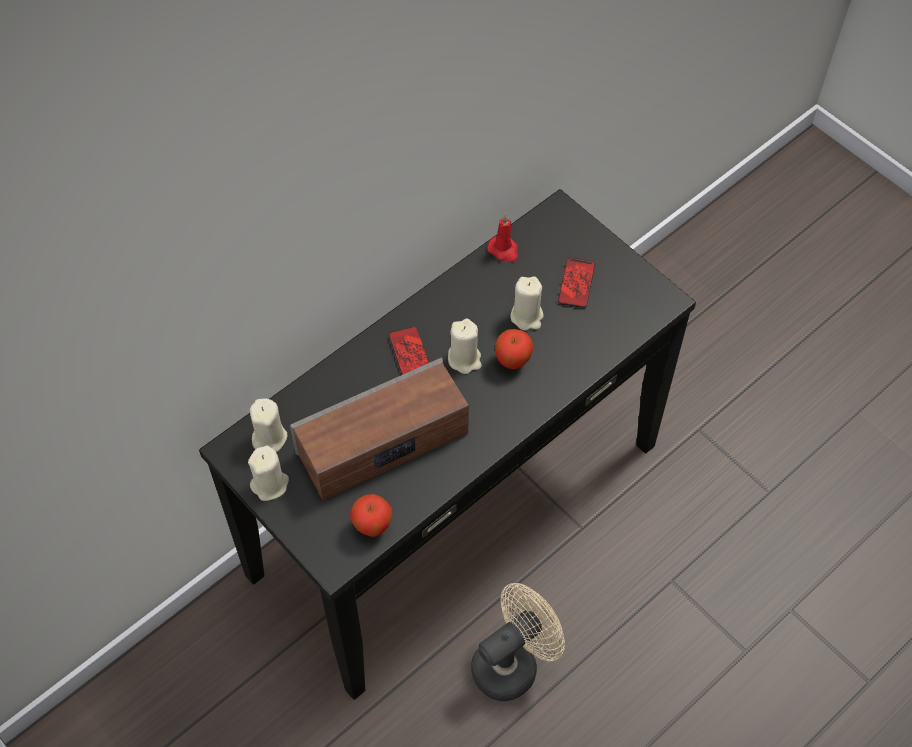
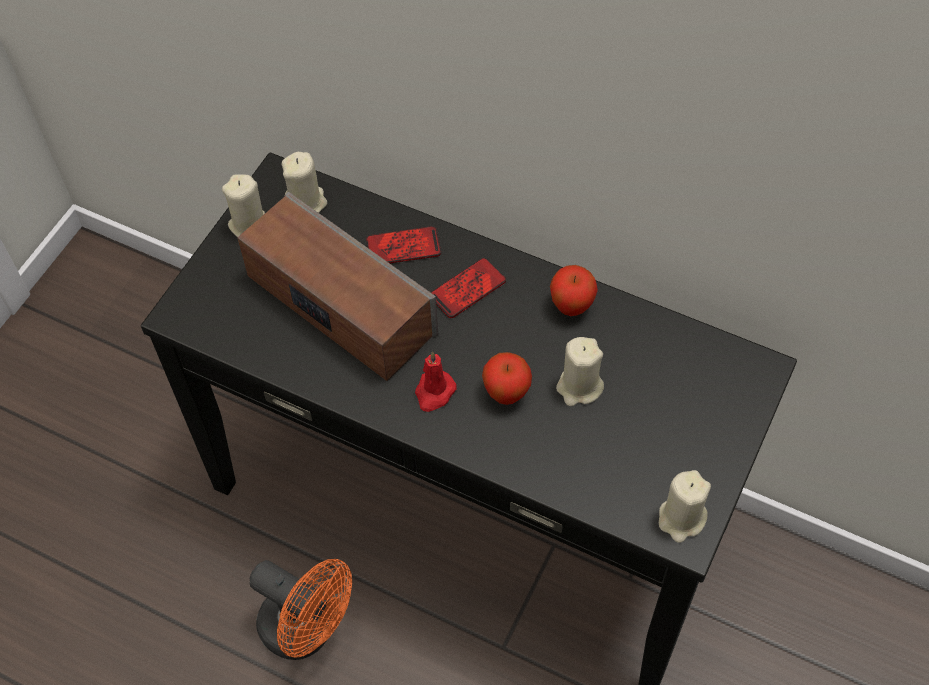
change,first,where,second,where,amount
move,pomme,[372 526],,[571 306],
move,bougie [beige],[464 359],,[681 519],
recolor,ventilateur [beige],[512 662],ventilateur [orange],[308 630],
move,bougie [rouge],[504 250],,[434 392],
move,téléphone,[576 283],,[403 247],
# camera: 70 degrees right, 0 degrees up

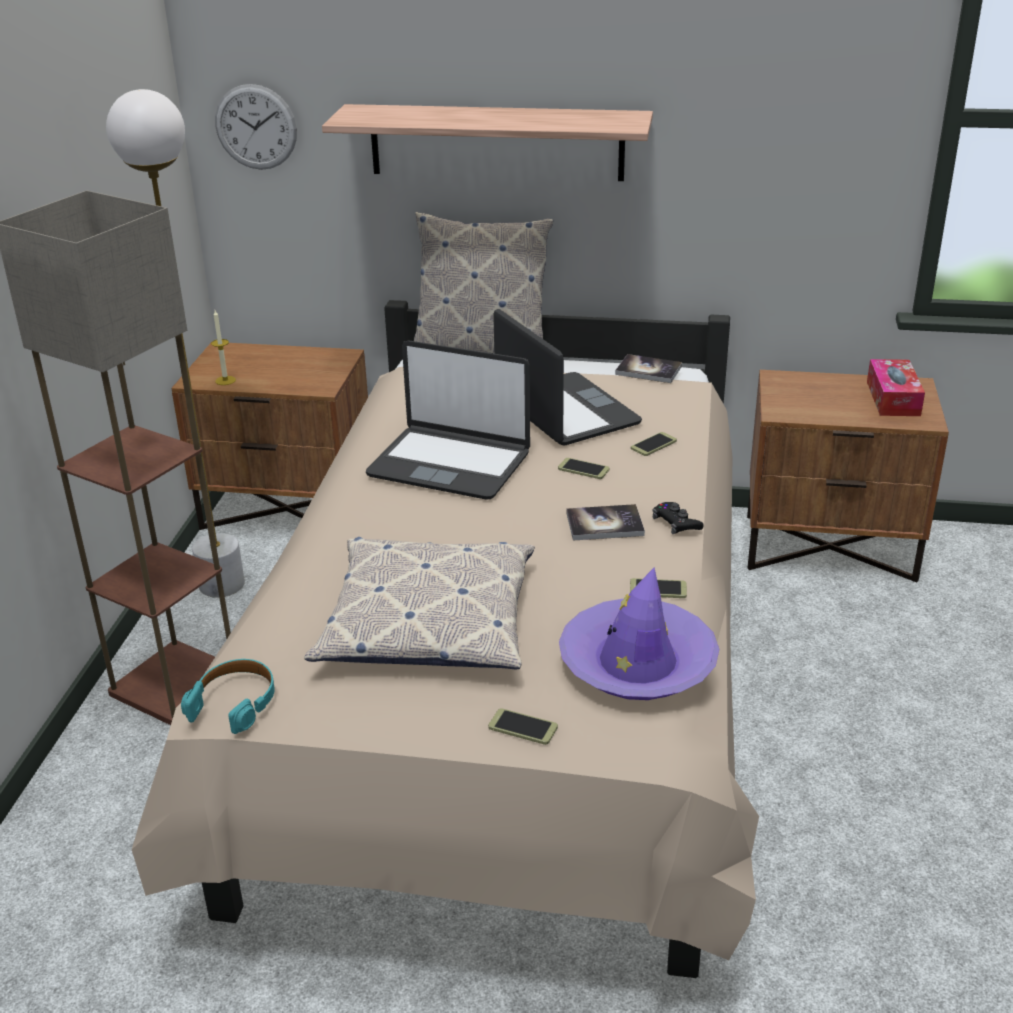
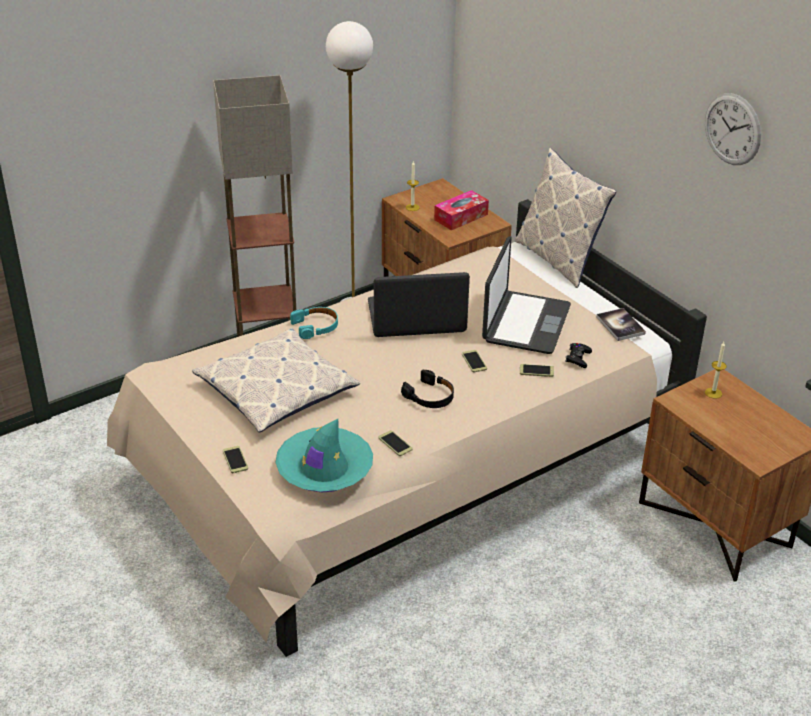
change,first,where,second,where,amount
move,casque audio [turquoise],[234 702],,[316 327],
move,horloge murale,[256 127],,[732 129],
delete,étagère,[496 142],,,
rotate,ordinateur portable,[450 464],,[416 318],105 degrees clockwise
recolor,chapeau [violet],[637 663],chapeau [turquoise],[324 468],
replace,livre,[604 524],casque audio [noir],[430 396],
move,manette [noir],[676 523],,[578 358],
move,boîte à mouchoirs,[893 398],,[461 217],
insert,,,bougie,[713 393],
# camera: 45 degrees right, 5 degrees up

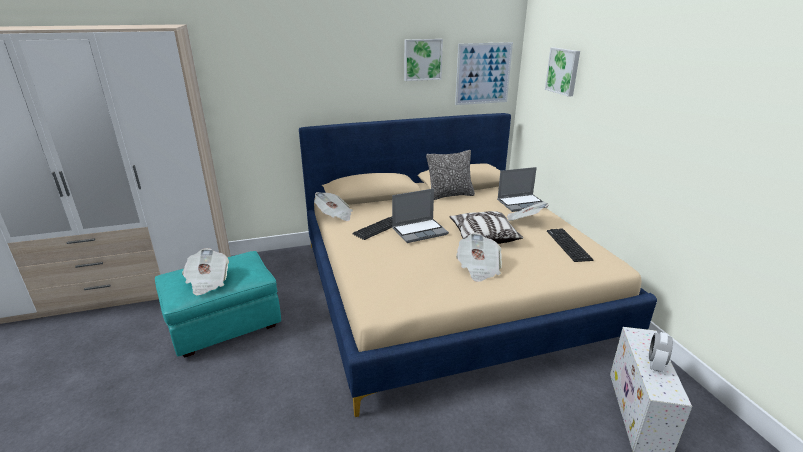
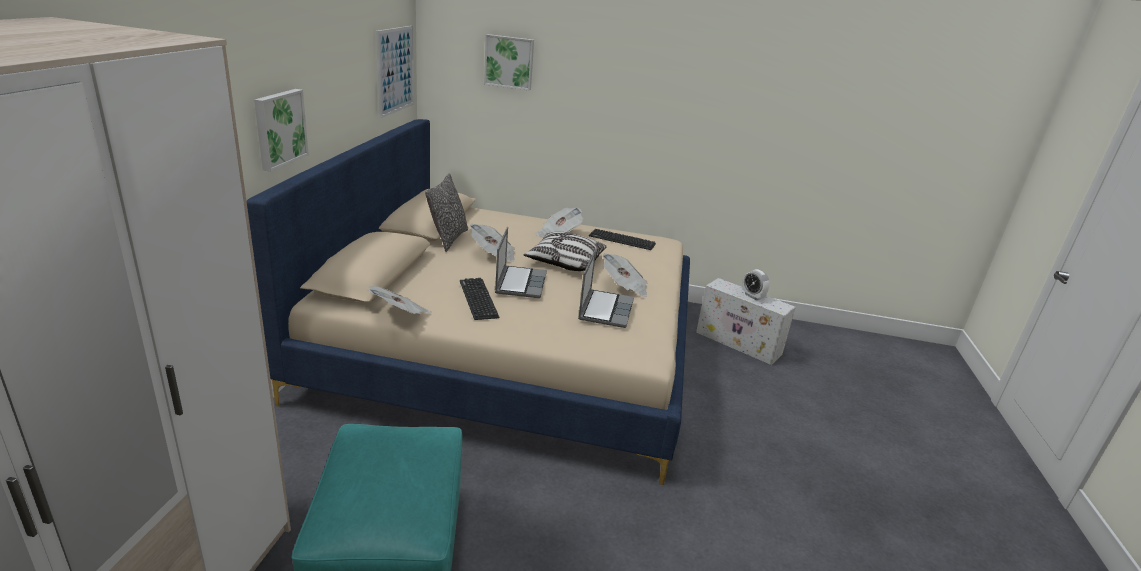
change,first,where,second,where,amount
move,journal,[207 282],,[493 254],
move,tableau,[422 59],,[279 128],
move,ordinateur portable,[522 203],,[605 309],
# camera: 65 degrees left, 0 degrees up

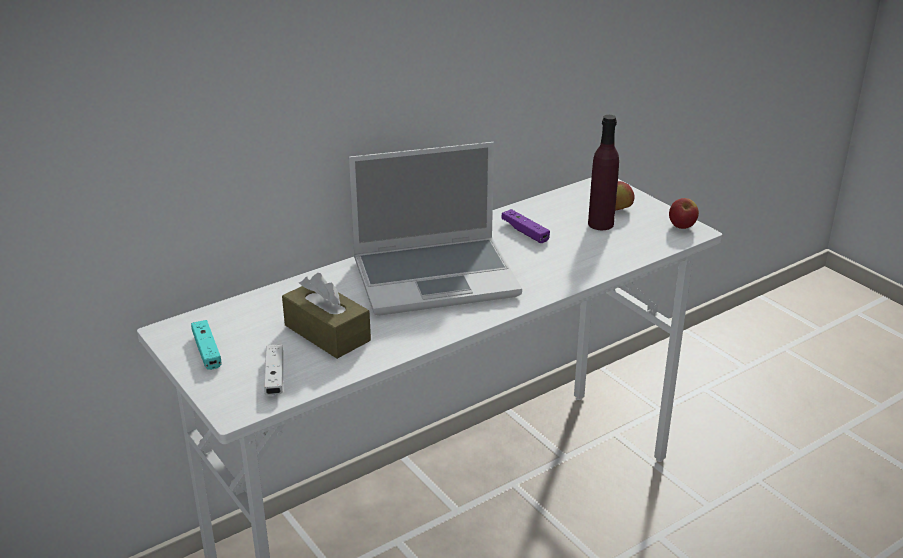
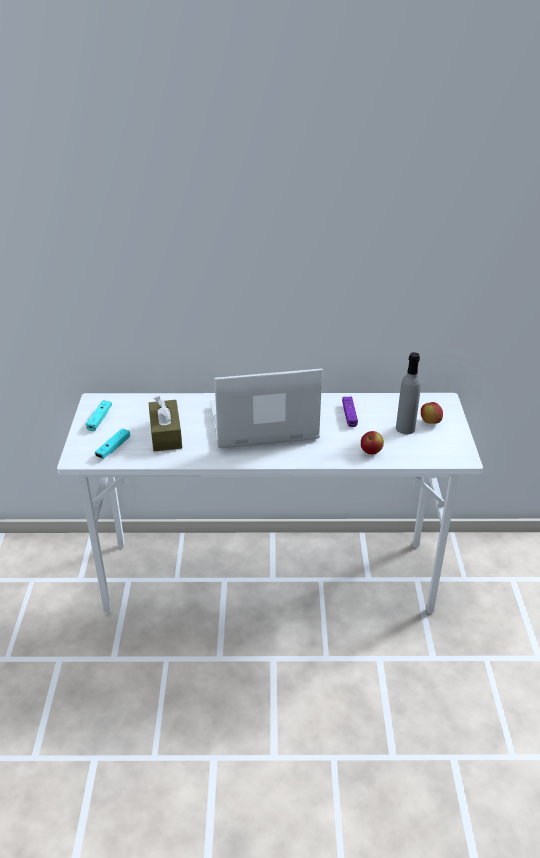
change,first,where,second,where,amount
recolor,manette [blanc],[274 377],manette [turquoise],[113 448],
rotate,ordinateur portable,[437 277],,[262 424],150 degrees clockwise
recolor,bouteille [violet],[600 224],bouteille [gris],[405 428],
move,pomme,[682 227],,[371 452],
# camera: 35 degrees right, 5 degrees up

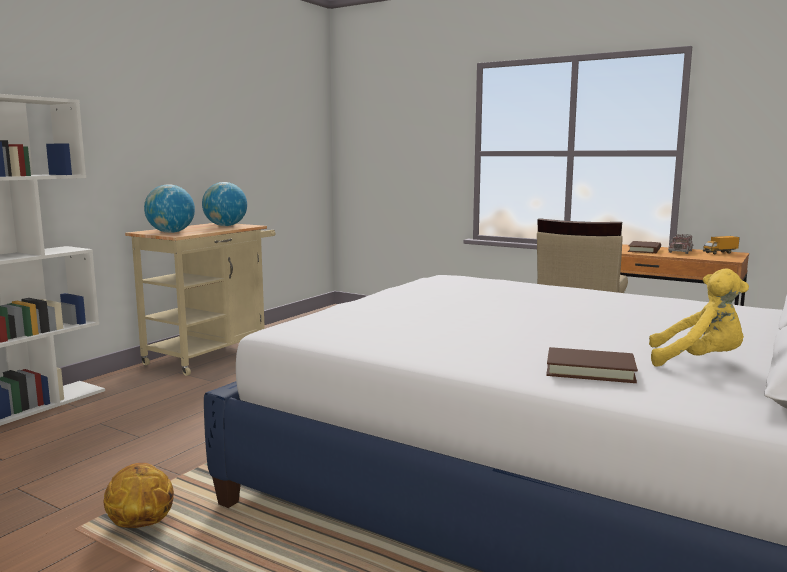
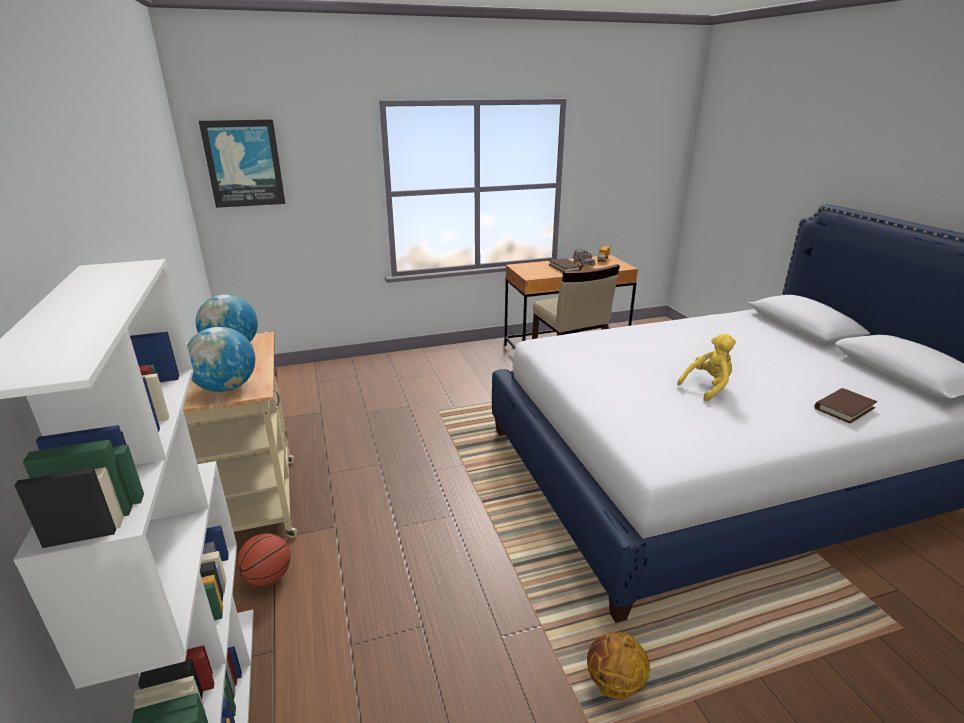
change,first,where,second,where,amount
move,peluche [jaune],[698 361],,[707 387],
insert,,,tableau,[244 163],
insert,,,ballon de basket,[268 577],
# camera: 50 degrees left, 15 degrees up

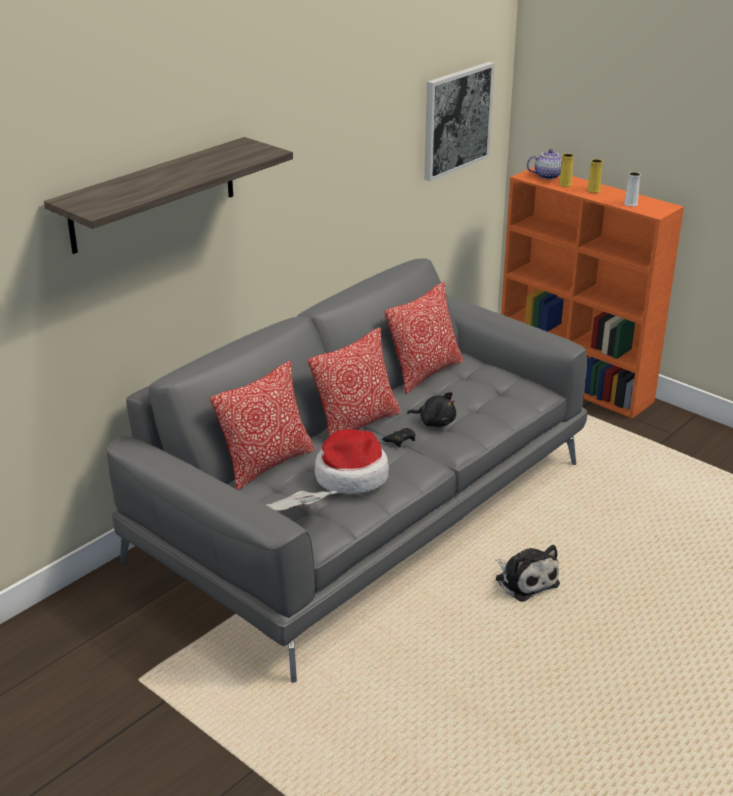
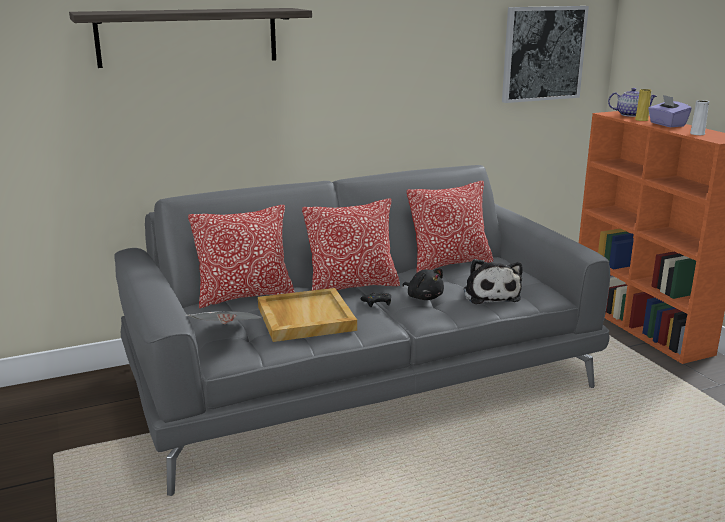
change,first,where,second,where,amount
replace,chapeau,[351 476],plateau [beige],[305 318],
move,peluche,[525 580],,[490 294],
replace,vase [jaune],[593 190],boîte à mouchoirs [violet],[666 124],
# camera: 25 degrees right, 10 degrees down

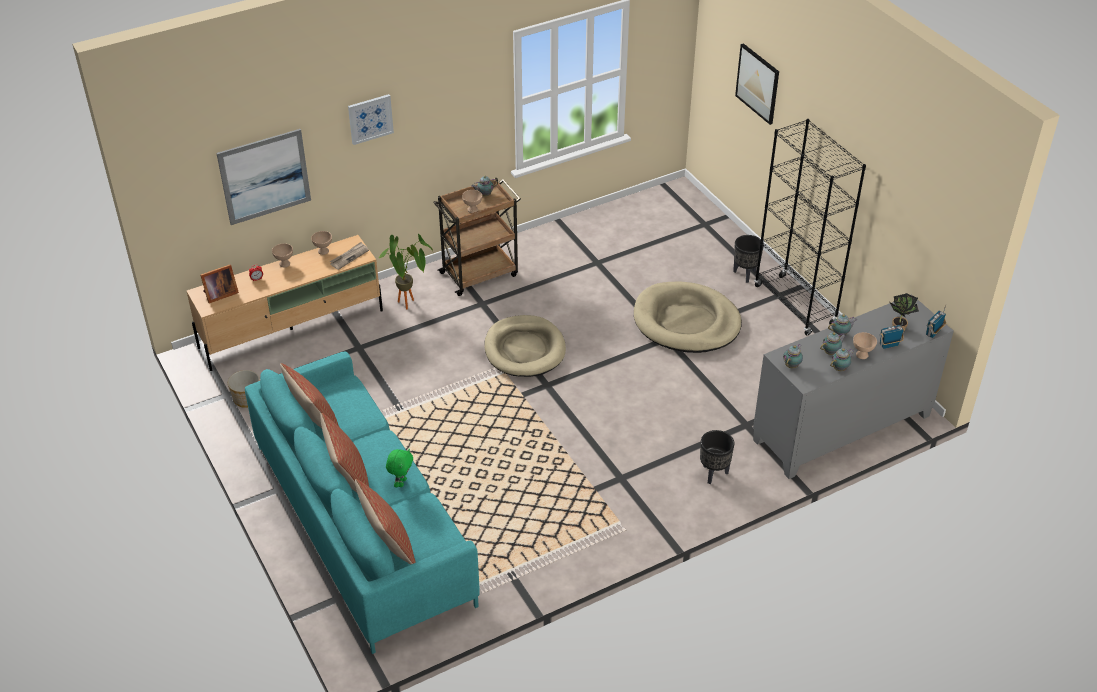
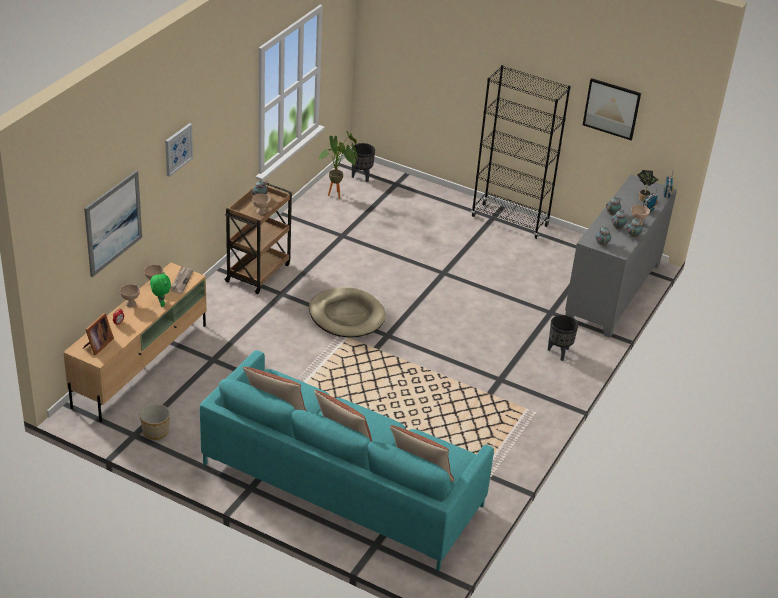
change,first,where,second,where,amount
move,plante en pot,[409 305],,[338 195],
move,peluche [vert],[401 482],,[161 303],
delete,panier pour chien [beige],[686 322],,,
move,cache-pot [noir],[745 274],,[362 177],
move,tableau,[757 83],,[611 108],
# camera: 35 degrees left, 5 degrees down

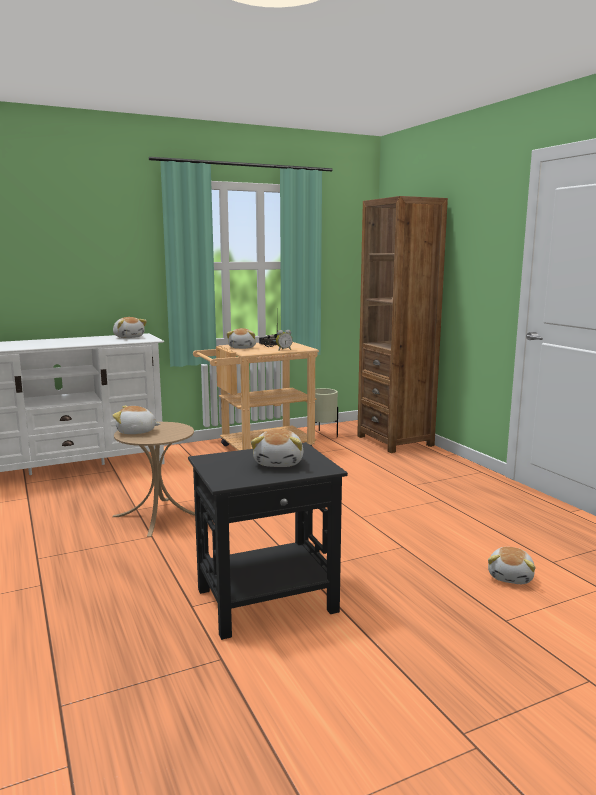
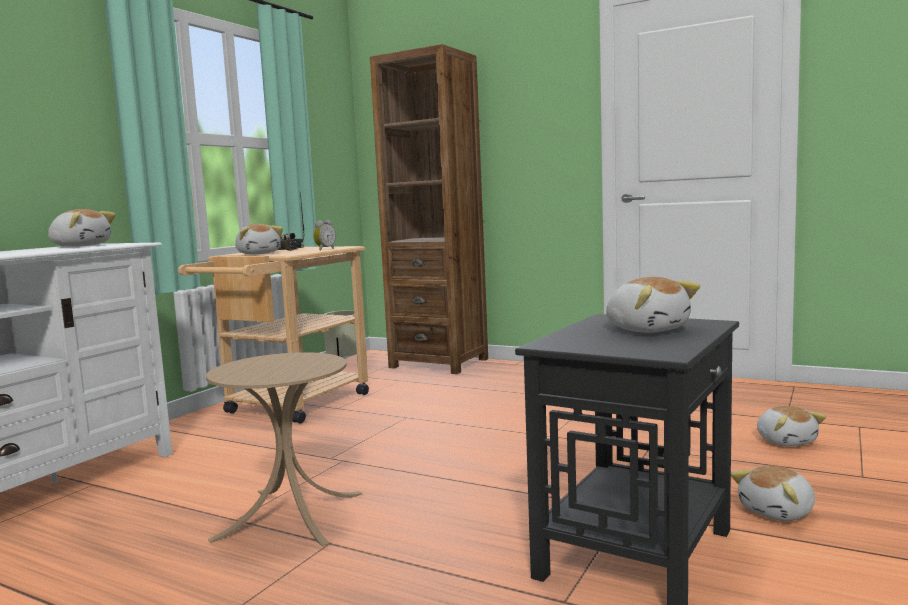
change,first,where,second,where,amount
move,peluche,[136 432],,[778 512],
# camera: 35 degrees left, 5 degrees down

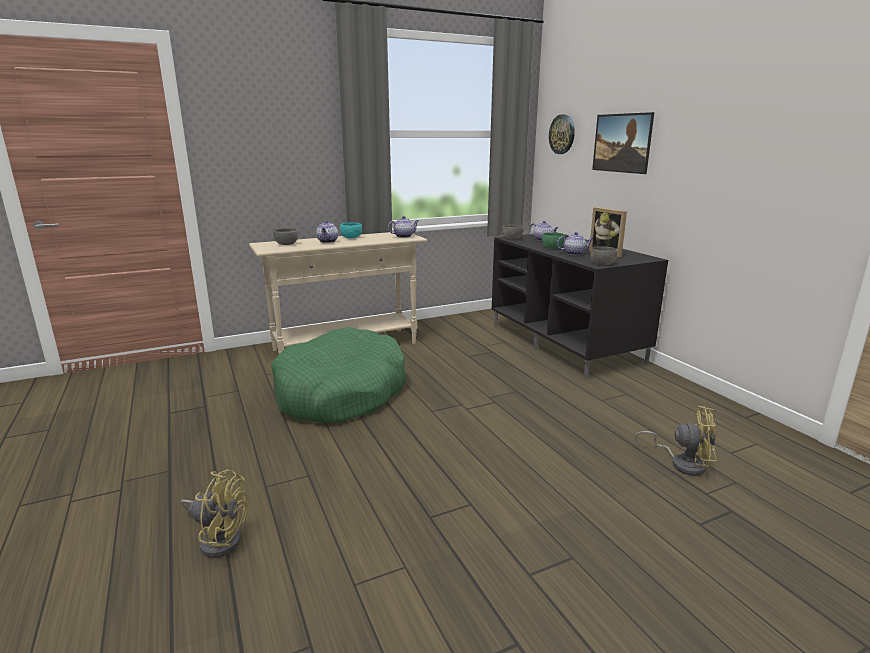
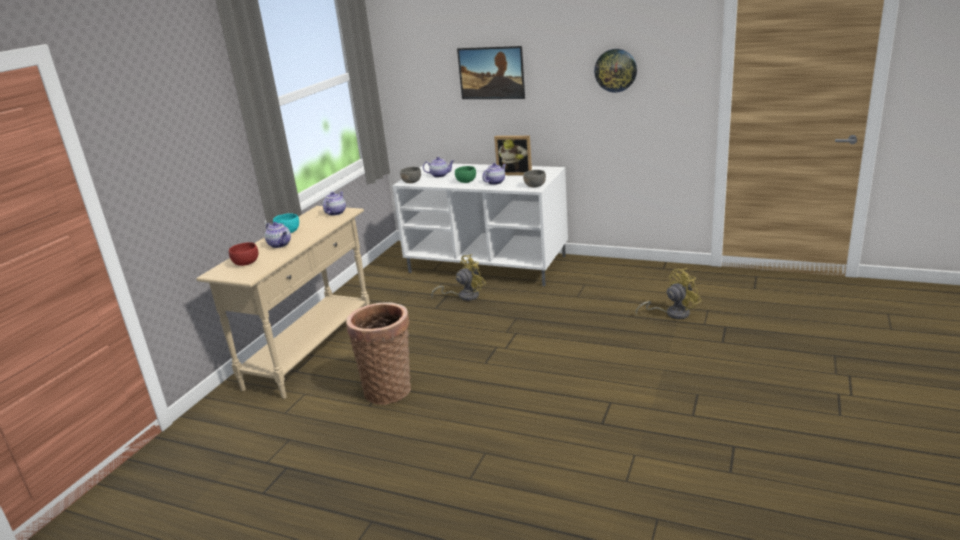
change,first,where,second,where,amount
move,ventilateur [jaune],[219 539],,[464 296],
replace,panier pour chien [vert],[341 392],panier,[389 388],
recolor,bol [gris],[287 244],bol [rouge],[246 263],
recolor,meuble télé [noir],[566 343],meuble télé [blanc],[488 264],
move,horloge murale,[562 134],,[615 70],
# camera: 40 degrees left, 5 degrees up

